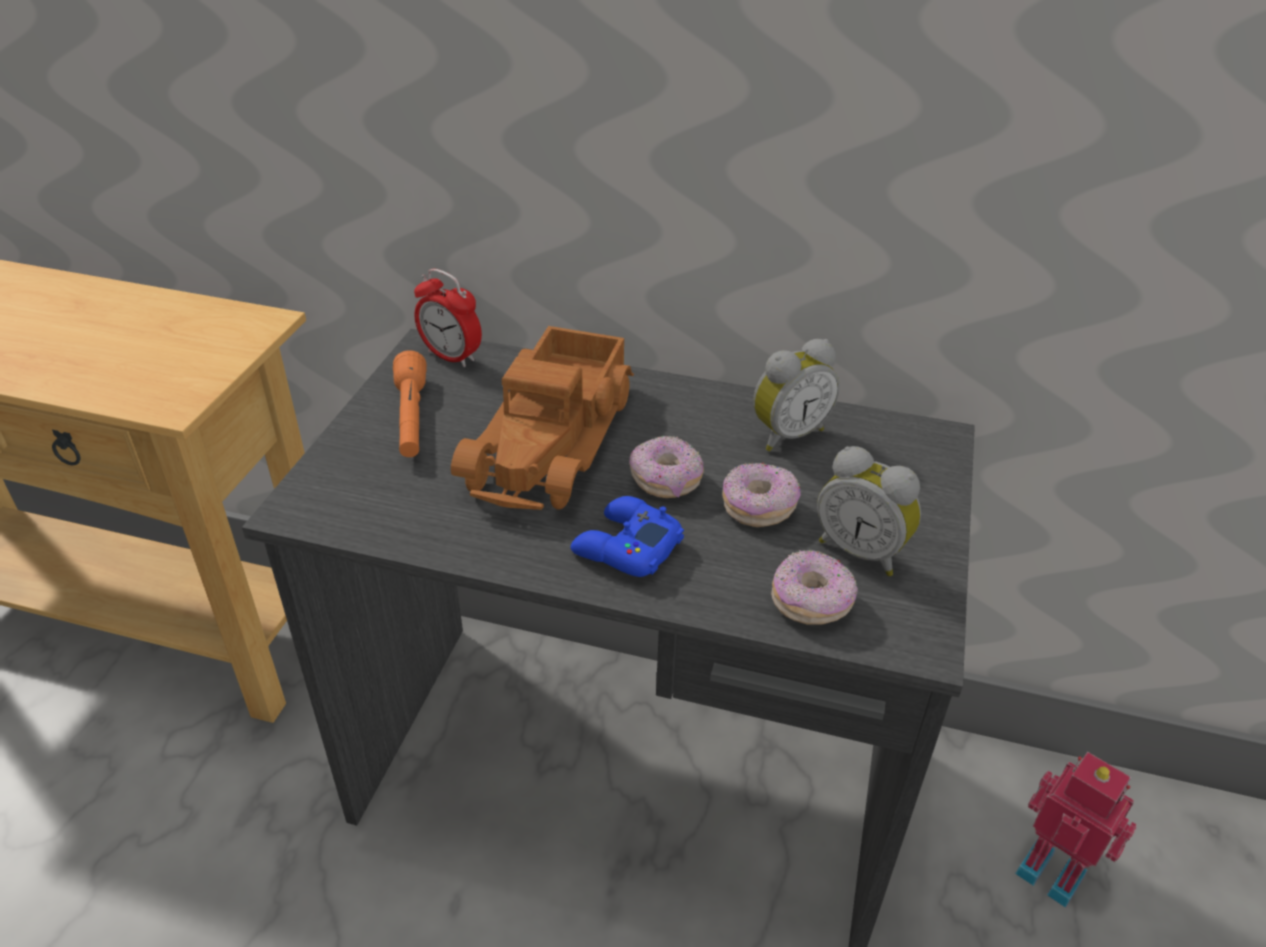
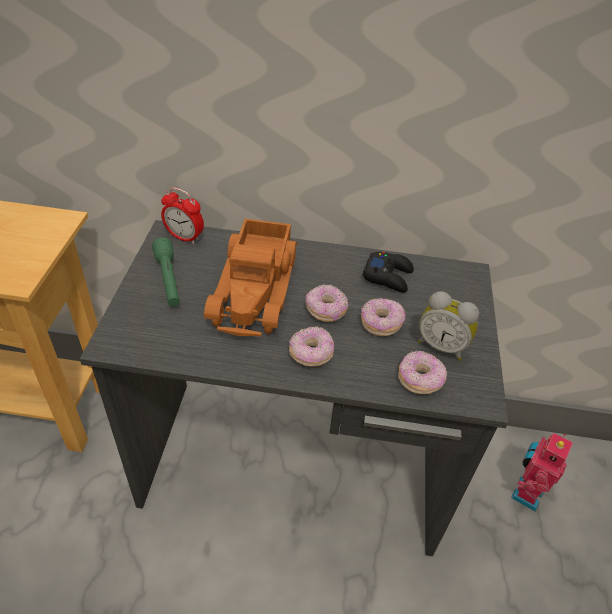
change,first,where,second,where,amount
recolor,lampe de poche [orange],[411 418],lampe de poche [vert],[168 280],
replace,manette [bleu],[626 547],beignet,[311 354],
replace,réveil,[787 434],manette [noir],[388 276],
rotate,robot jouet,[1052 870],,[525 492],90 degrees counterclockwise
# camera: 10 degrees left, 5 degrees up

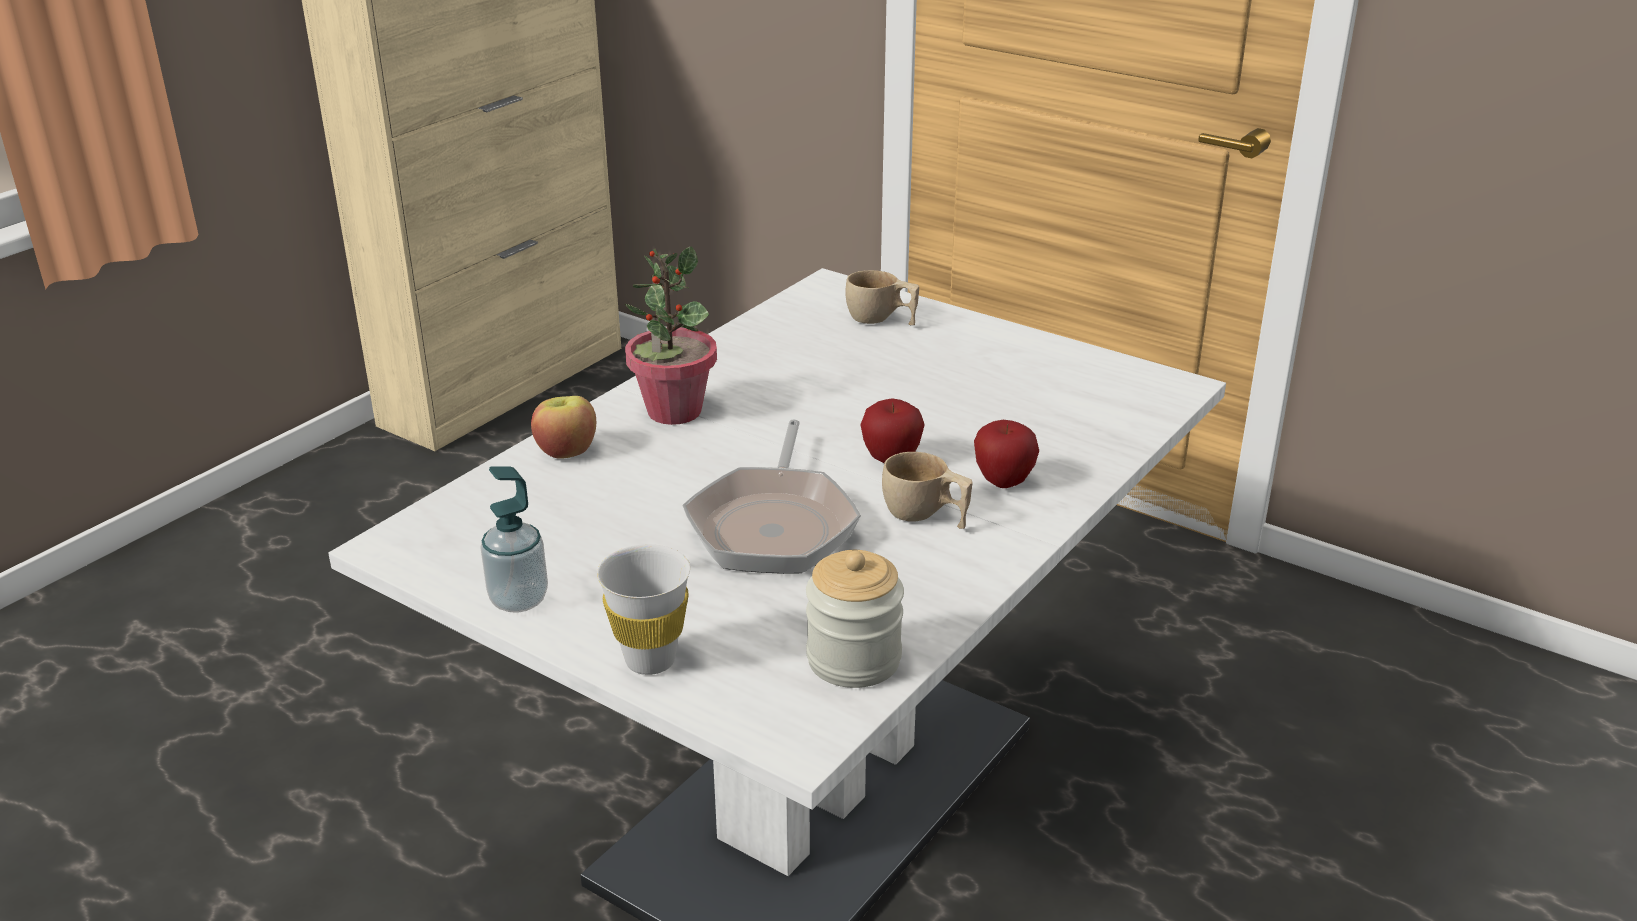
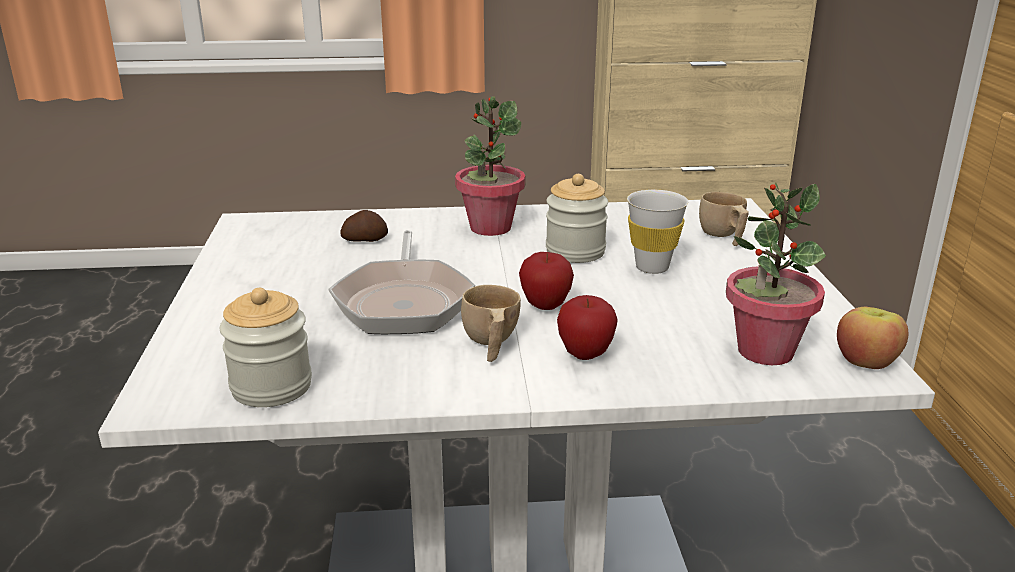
change,first,where,second,where,amount
delete,distributeur de savon,[518 600],,,
move,pomme,[566 451],,[866 362],
move,tasse [blanc],[650 660],,[652 267],
rotate,poêle,[774 524],,[404 301],60 degrees counterclockwise
insert,,,pomme de terre,[365 239],
insert,,,bocal,[575 252],
insert,,,plante en pot,[764 351],
# camera: 50 degrees right, 5 degrees down

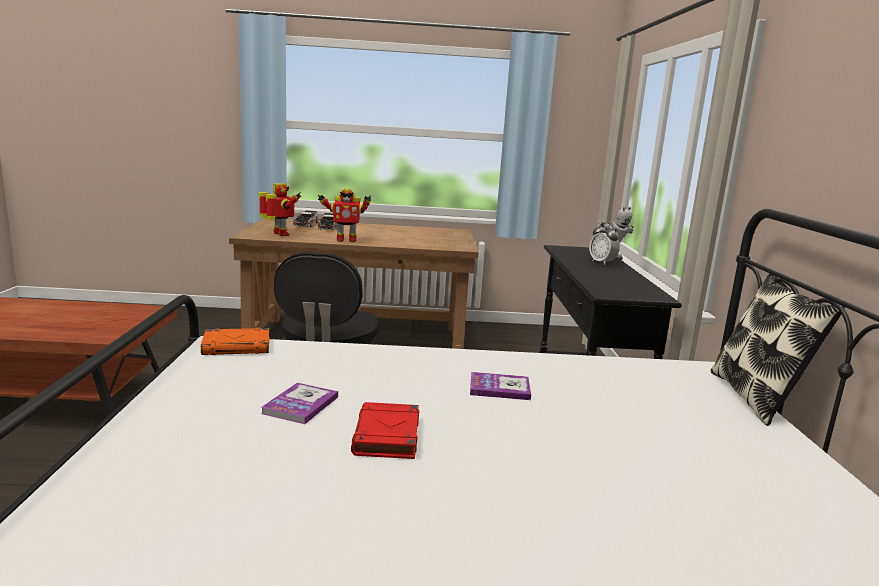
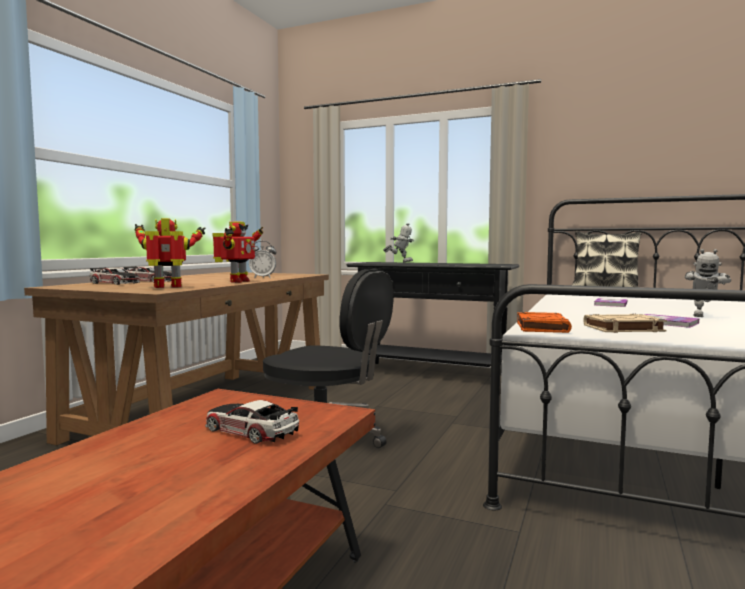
change,first,where,second,where,amount
replace,livre [rouge],[387 436],robot jouet,[703 316],
move,réveil,[602 262],,[262 277],
insert,,,petite voiture,[250 430],
insert,,,livre [beige],[622 328],
# camera: 65 degrees left, 10 degrees down

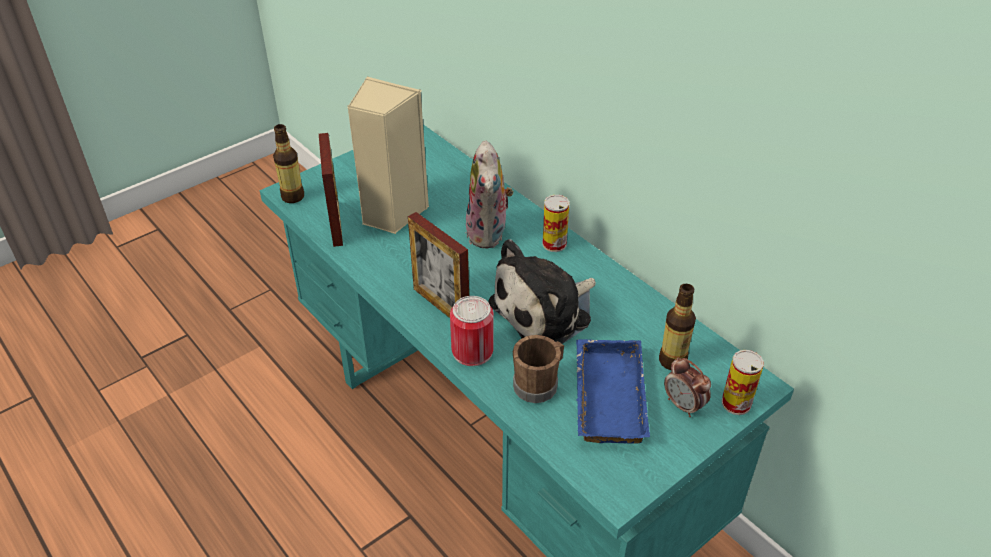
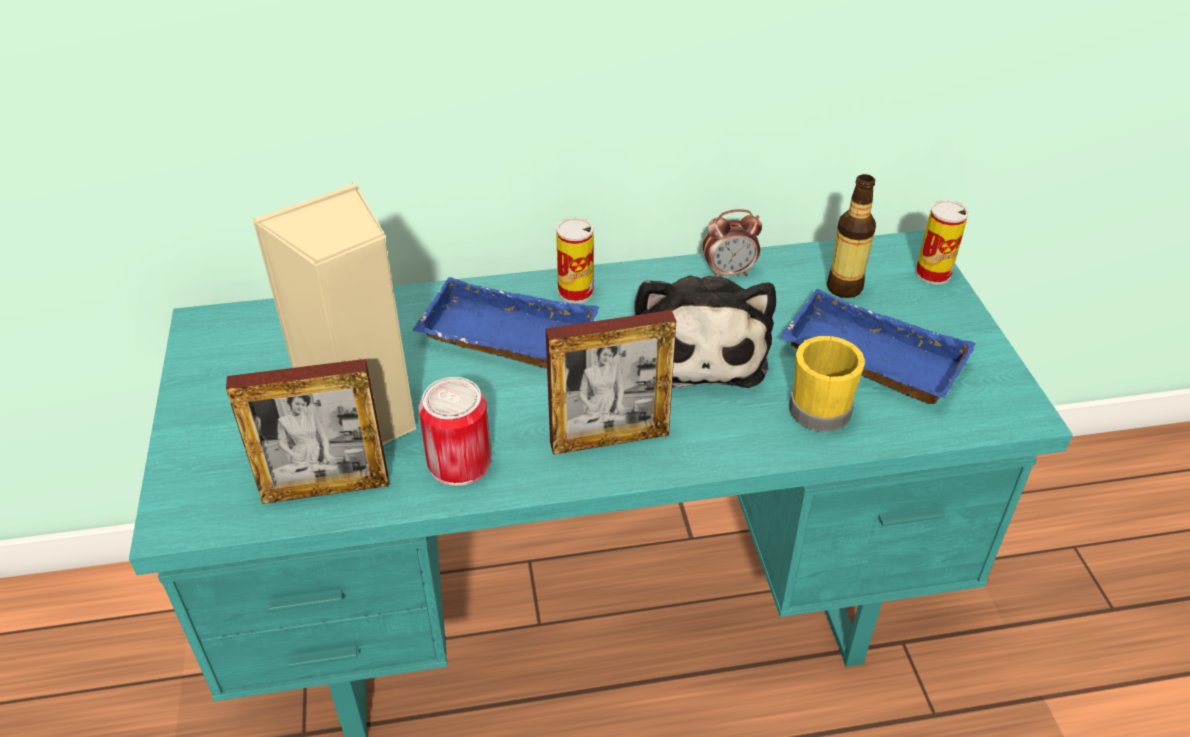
change,first,where,second,where,amount
delete,bouteille,[292 197],,,
rotate,cadre photo,[336 224],,[326 488],150 degrees clockwise
move,boîte métallique,[472 351],,[459 462],
replace,peluche,[489 234],plateau [bleu],[503 338],
recolor,mug [marron],[539 383],mug [jaune],[816 405],
move,réveil,[683 405],,[729 272],
# camera: 60 degrees left, 0 degrees up

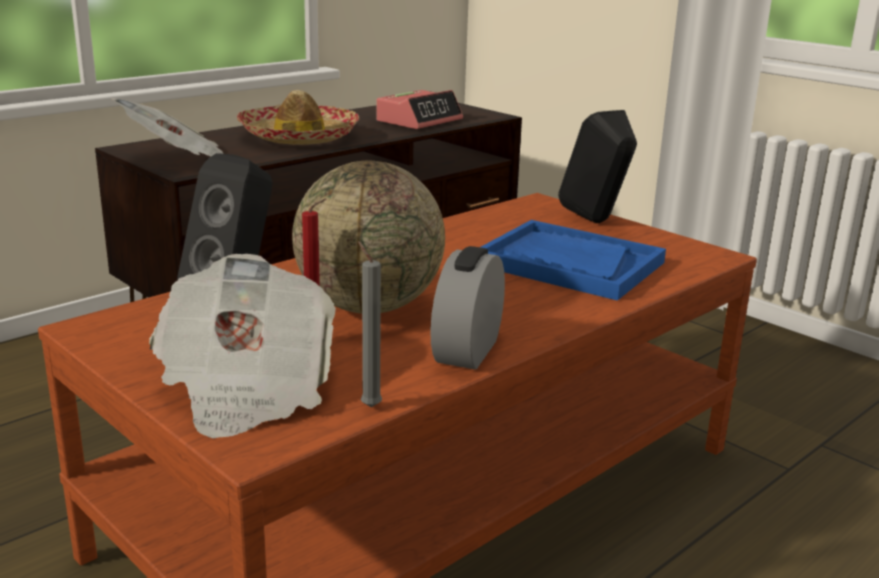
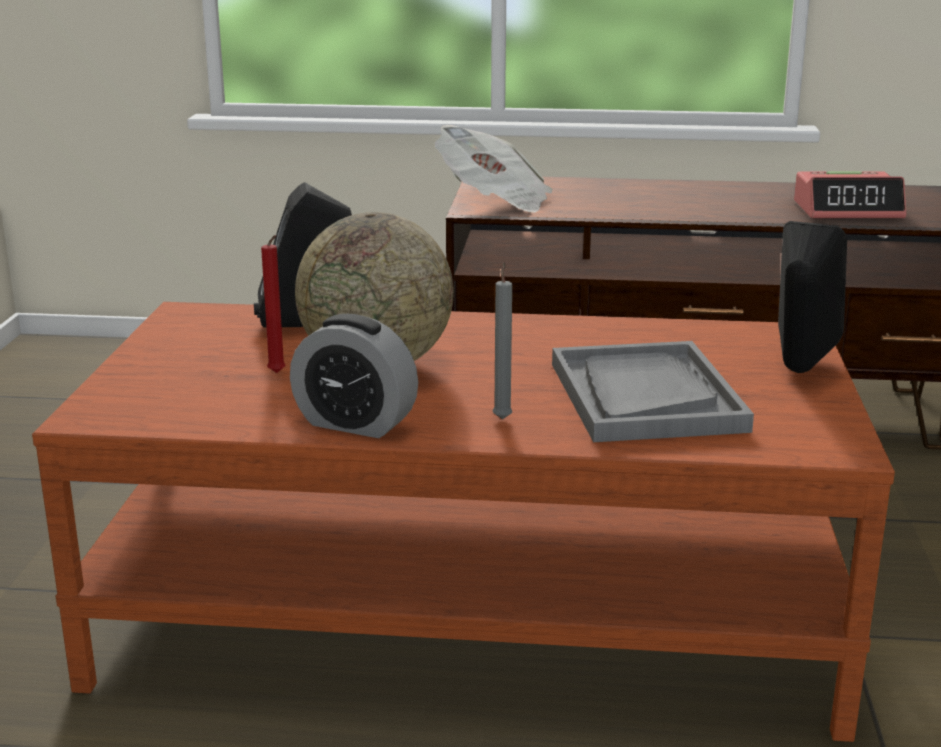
change,first,where,second,where,amount
delete,journal,[246 388],,,
delete,chapeau,[298 137],,,
move,bougie [gris],[369 405],,[502 418],
rotate,réveil,[467 351],,[355 423],135 degrees counterclockwise
recolor,plateau [bleu],[569 263],plateau [gris],[645 396],
# camera: 50 degrees right, 0 degrees up

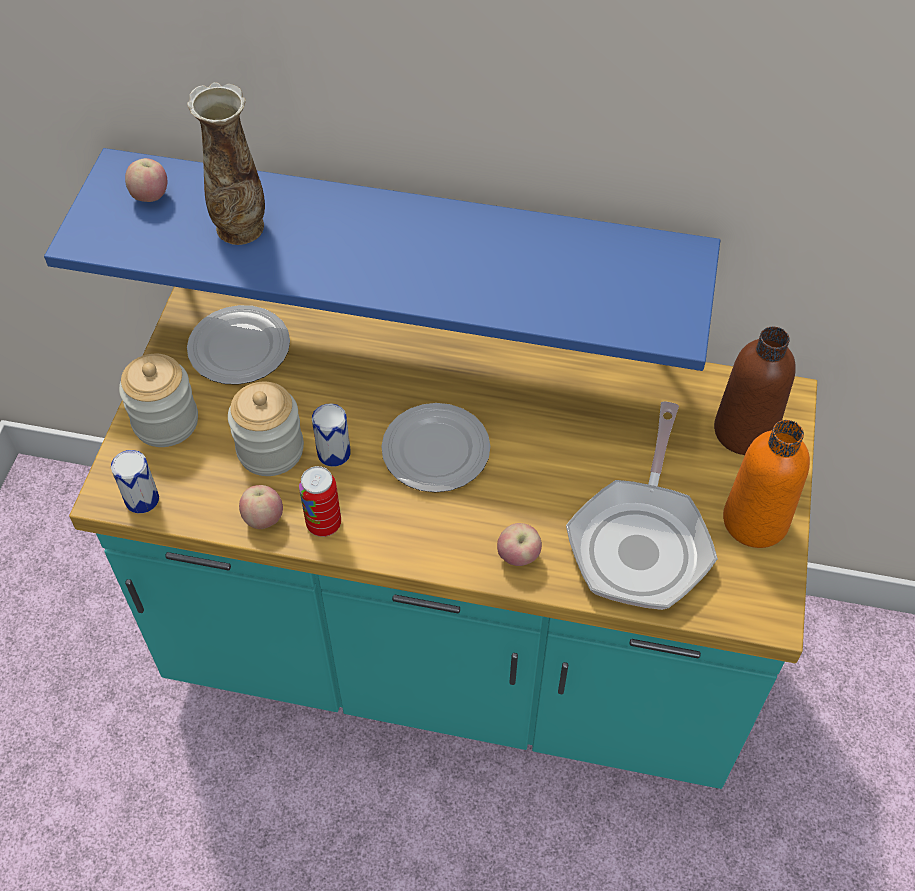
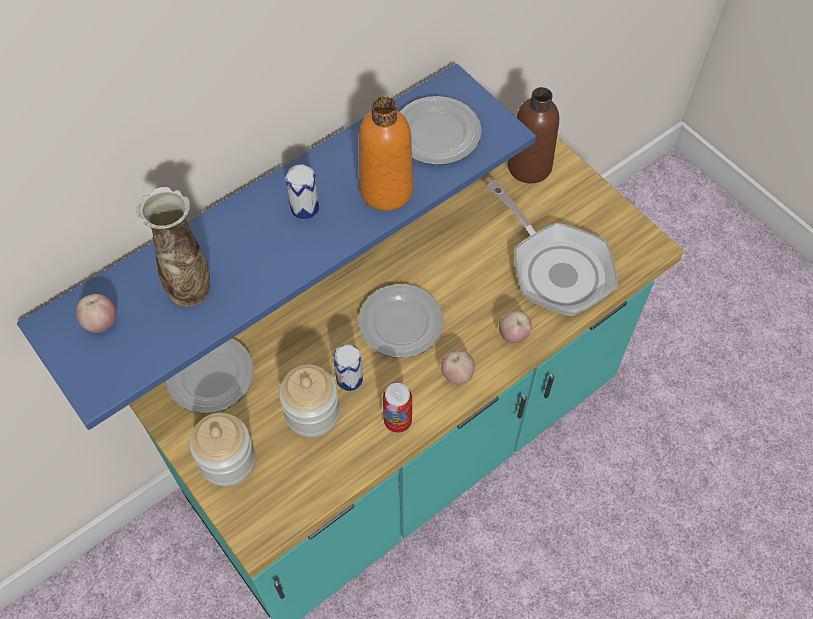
change,first,where,second,where,amount
move,boîte métallique,[142 499],,[305 208],
move,pomme,[263 519],,[457 375],
move,bouteille [orange],[755 521],,[386 190],
insert,,,assiette,[437 133],
# camera: 50 degrees left, 5 degrees up

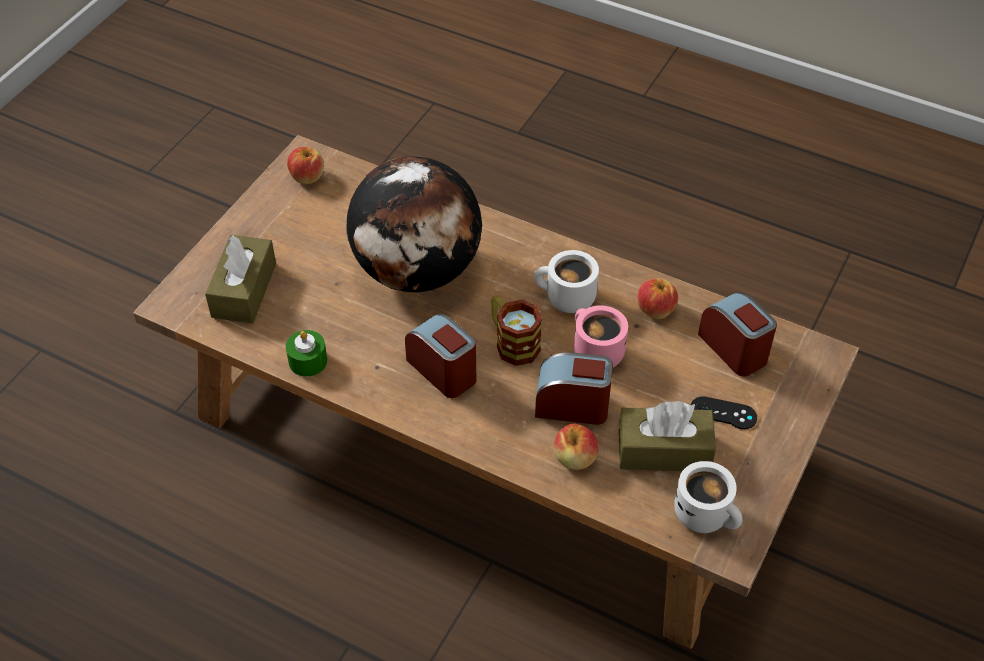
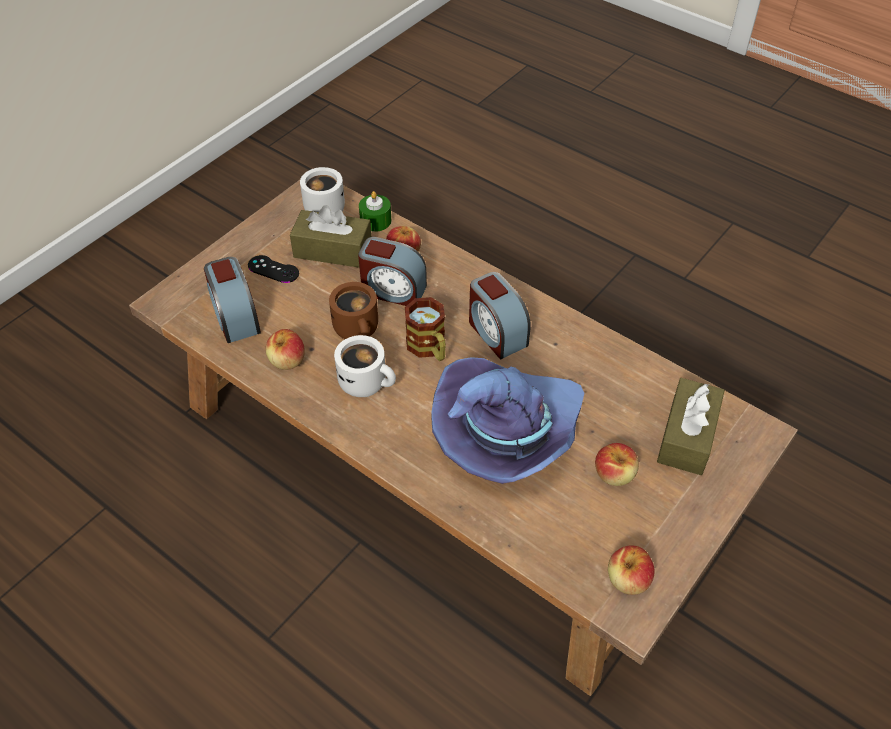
change,first,where,second,where,amount
move,bougie [vert],[308 361],,[375 220],
replace,globe,[418 271],chapeau [violet],[507 432],
recolor,mug [rose],[594 352],mug [marron],[359 330],
insert,,,pomme,[614 474],
# camera: 170 degrees left, 0 degrees up

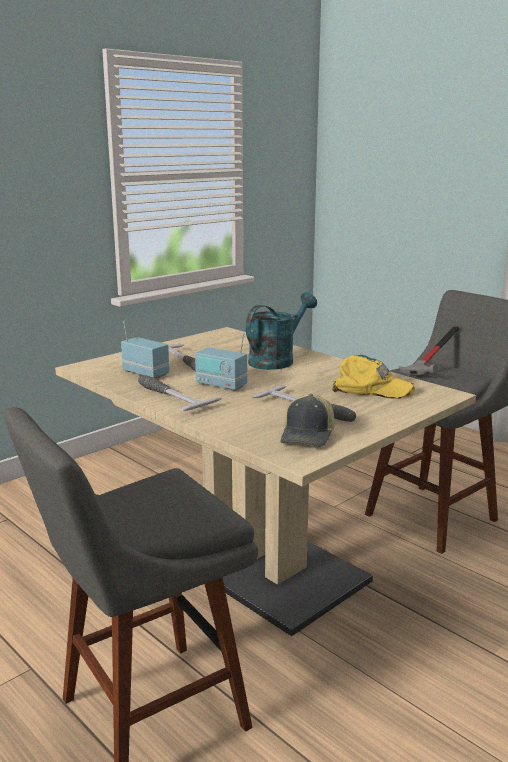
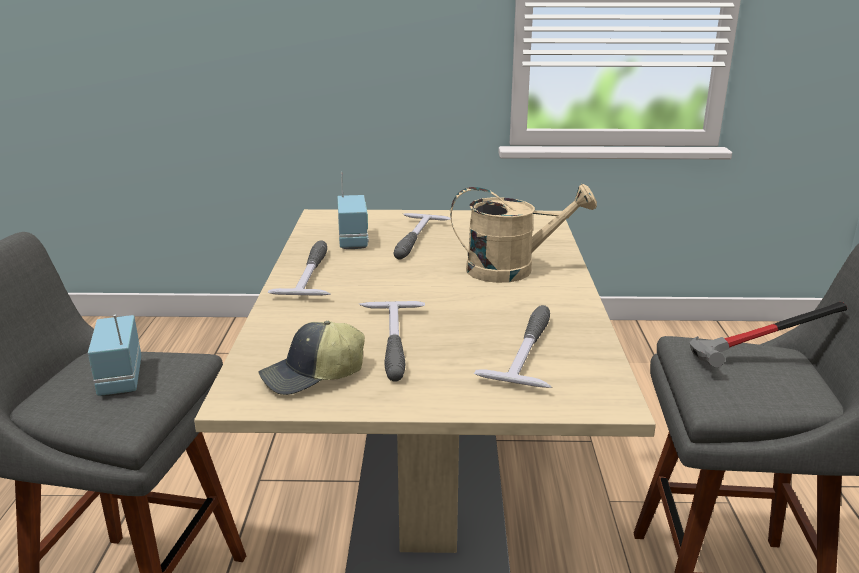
change,first,where,second,where,amount
move,radio,[221 385],,[119 379],
recolor,arrosoir [turquoise],[276 360],arrosoir [beige],[512 269],
replace,casquette [jaune],[372 388],marteau,[530 350],
# camera: 45 degrees right, 5 degrees up

